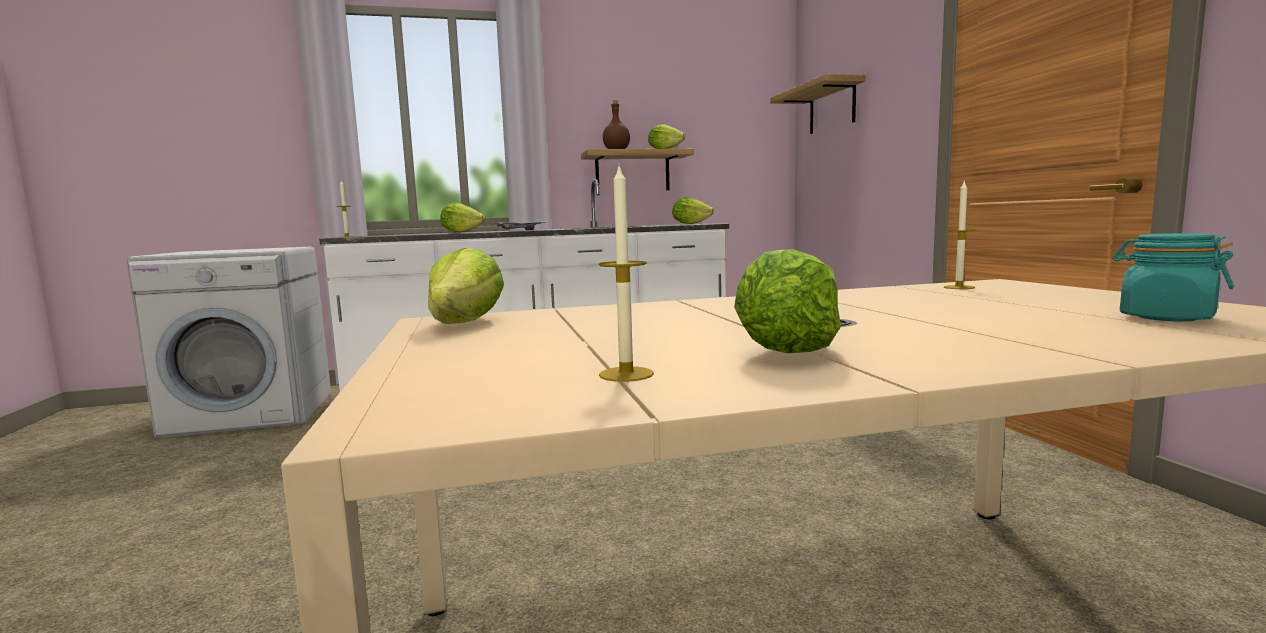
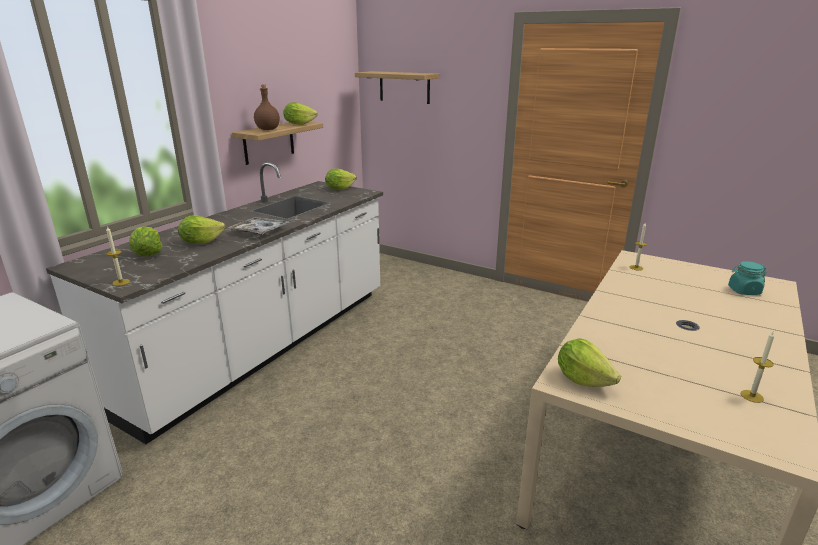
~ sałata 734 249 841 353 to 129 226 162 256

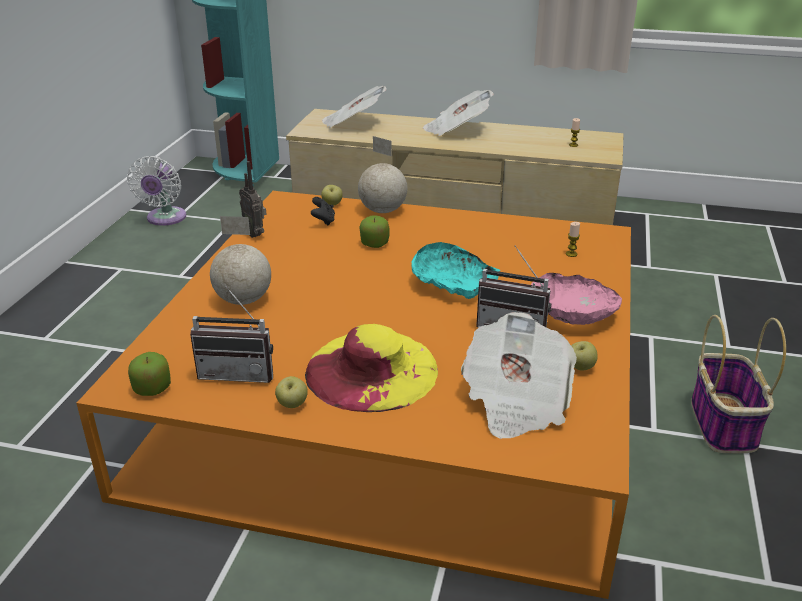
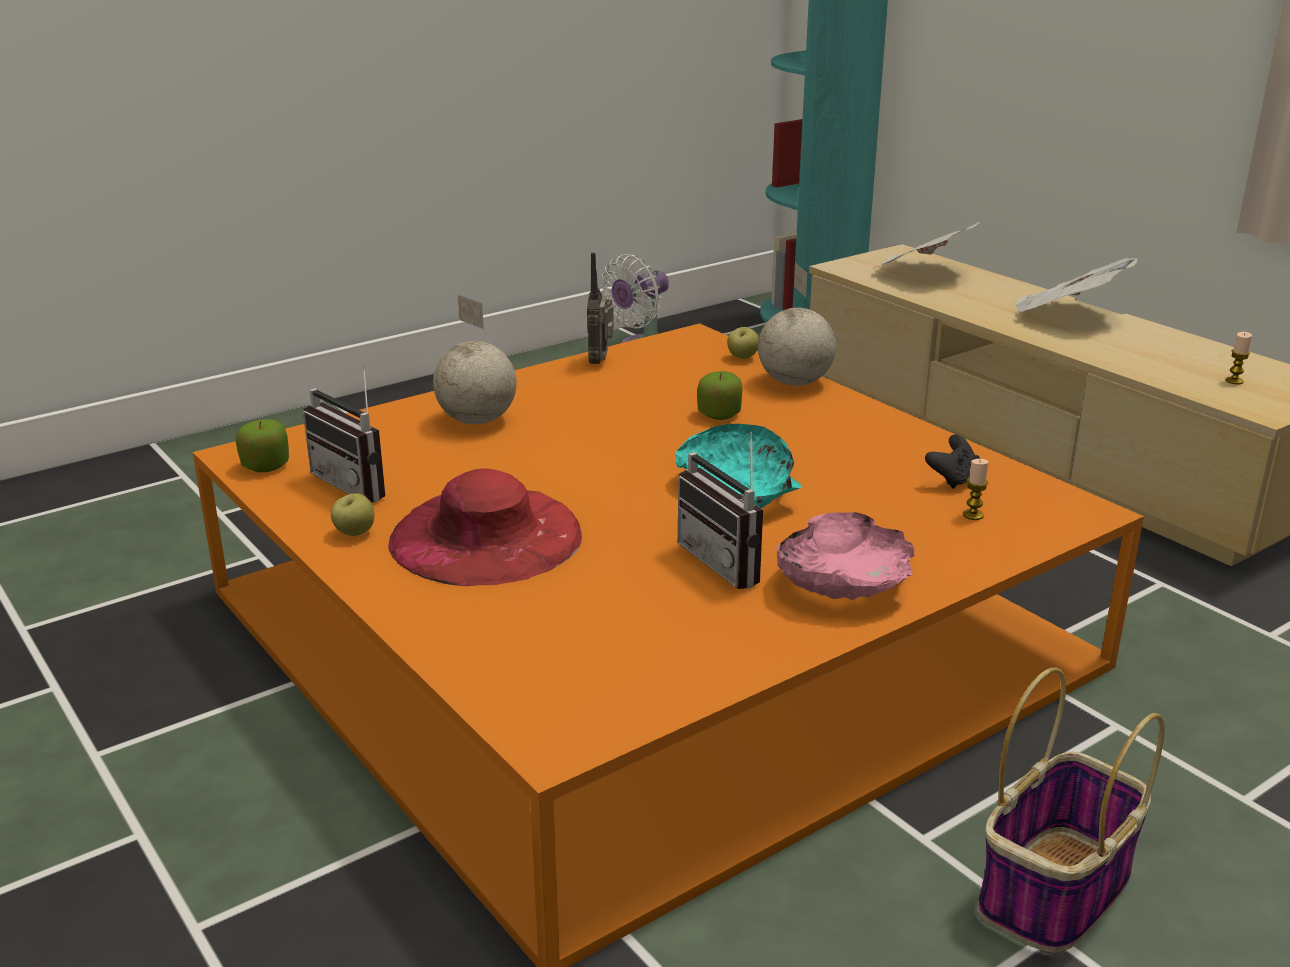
- gazeta 461 312 577 439
- jabłko 571 341 598 371
~ pad do gier/czarny 311 197 335 226 to 925 435 980 489
~ kapelusz/żółty 305 324 438 412 to kapelusz/czerwony 388 469 582 586

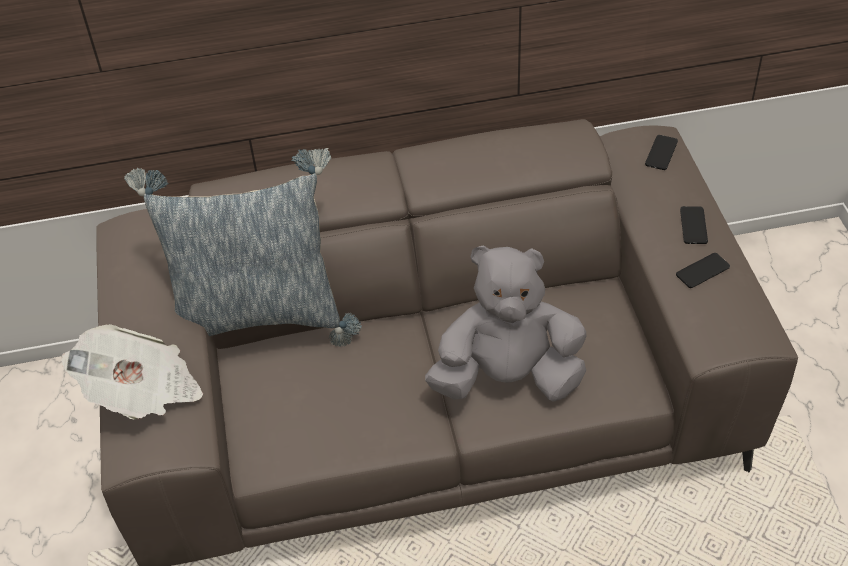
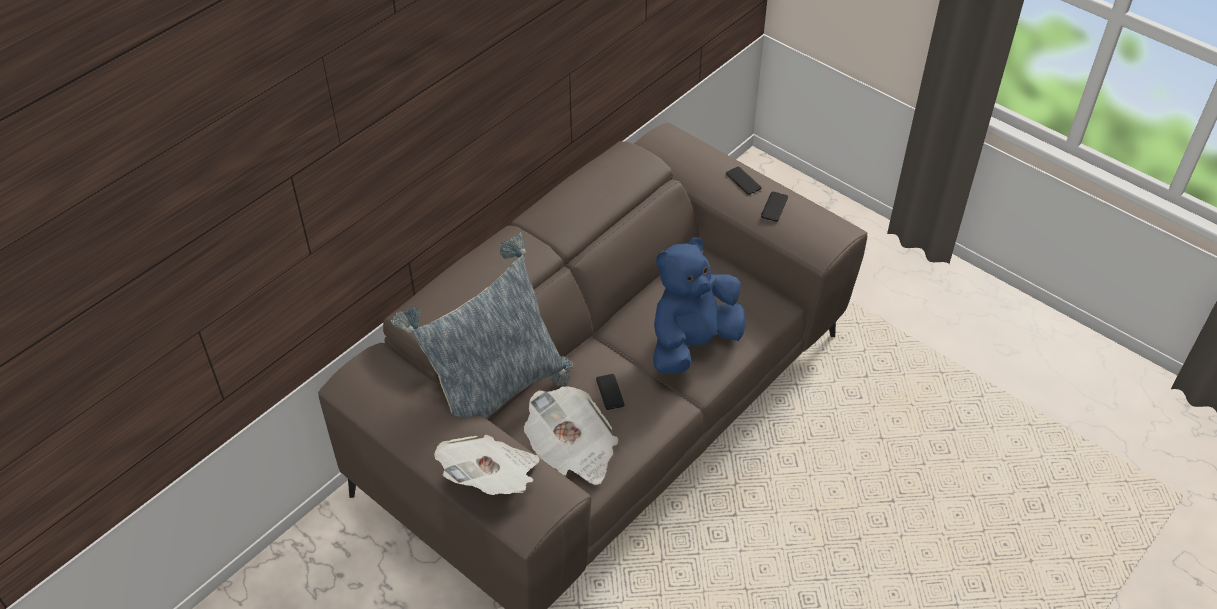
+ gazeta 524 386 619 485
~ telefon 645 135 678 170 to 596 374 624 410
~ pluszak/szary 425 245 586 402 to pluszak/niebieski 653 237 746 374

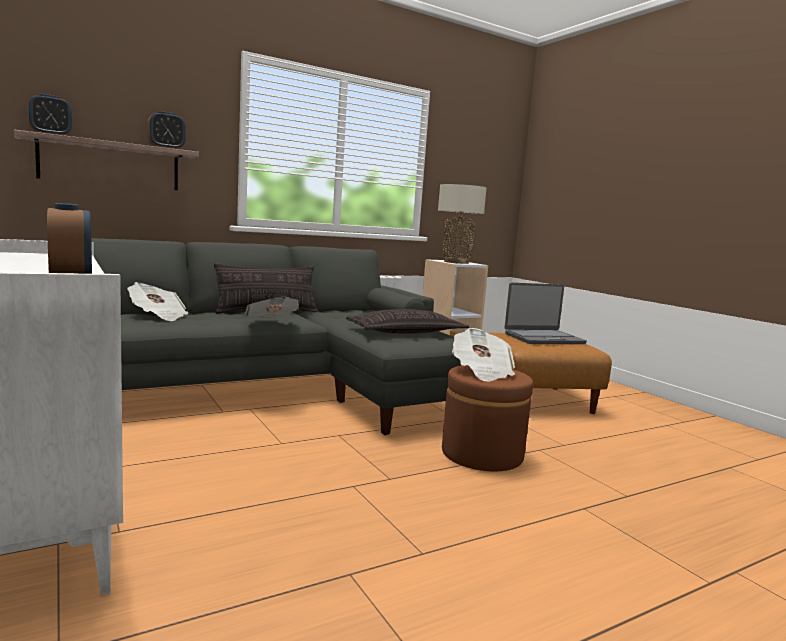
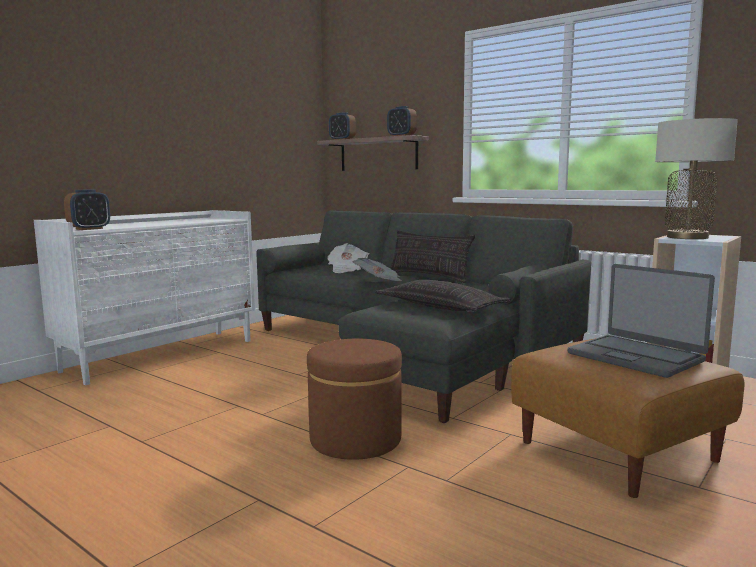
- gazeta 452 328 515 381

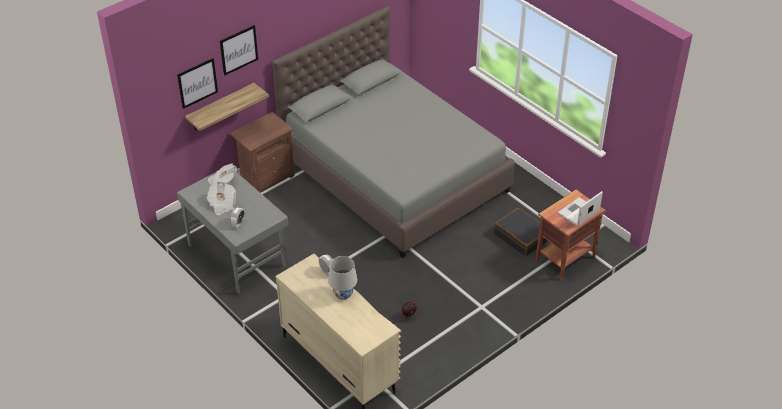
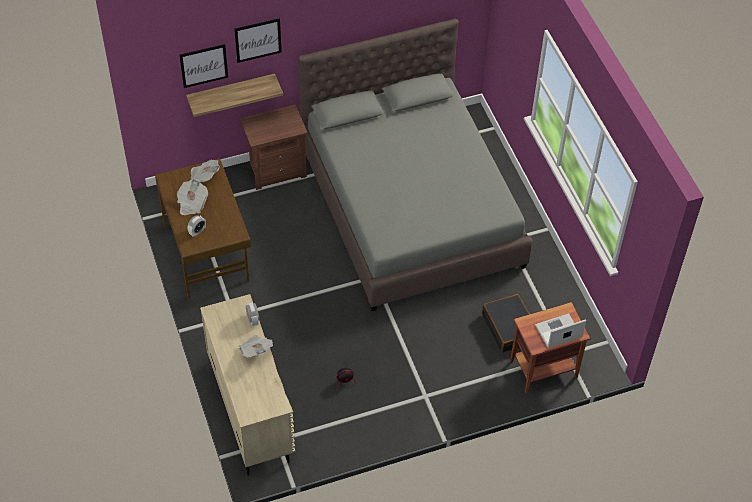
~ lampa stołowa/biały 328 256 357 300 to gazeta 239 335 273 357
~ biurko/szary 177 171 289 294 to biurko/brązowy 155 158 251 299

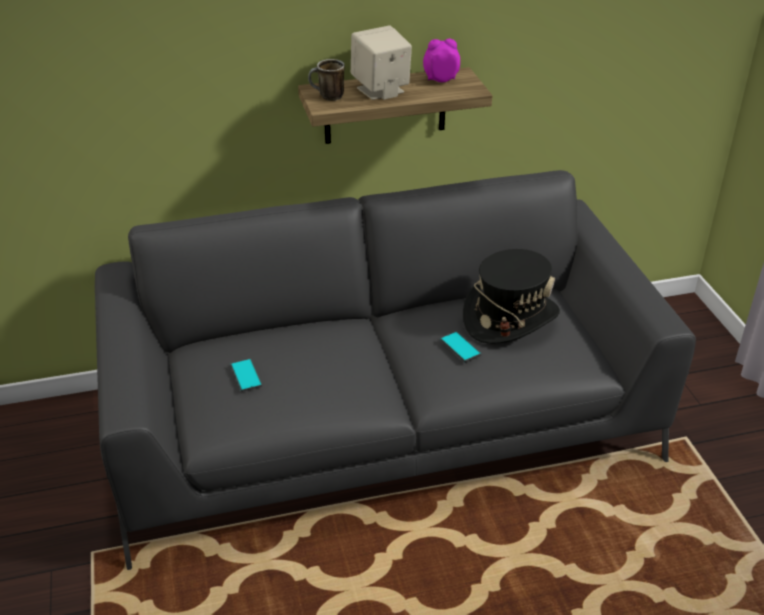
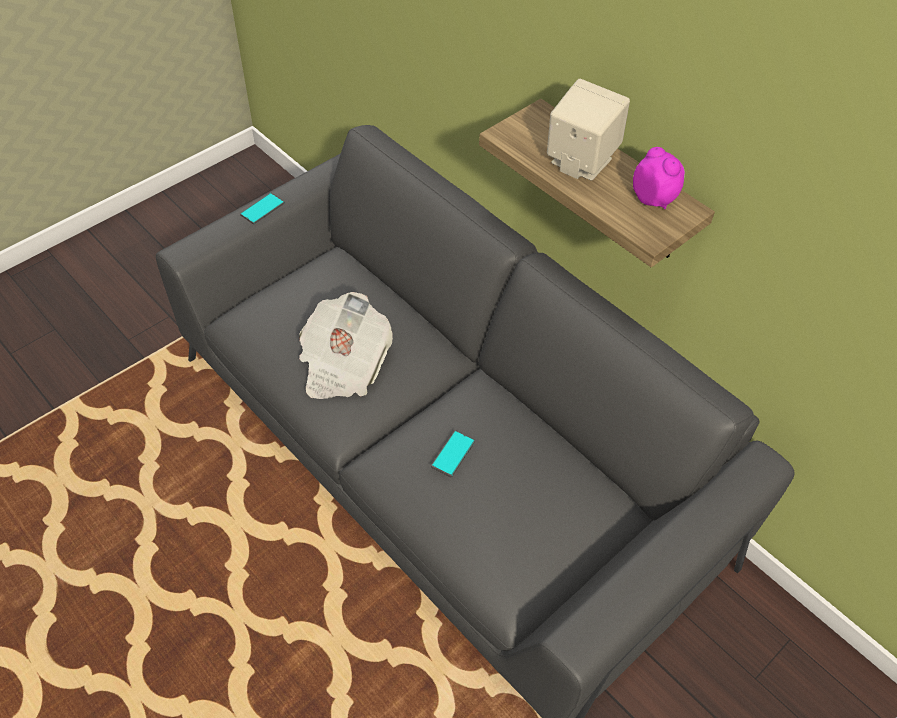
- kubek 308 59 345 101
- kapelusz/czarny 463 249 560 344
+ gazeta 299 292 393 399
~ telefon 230 358 262 392 to 240 192 285 224

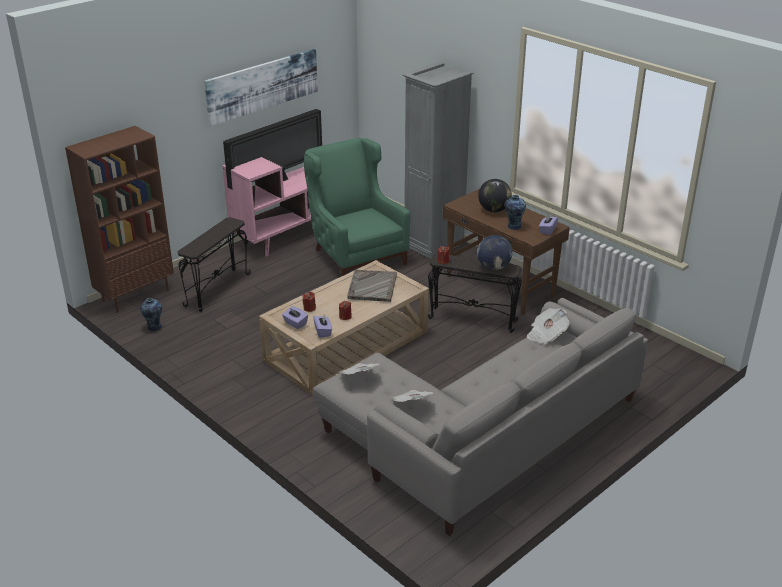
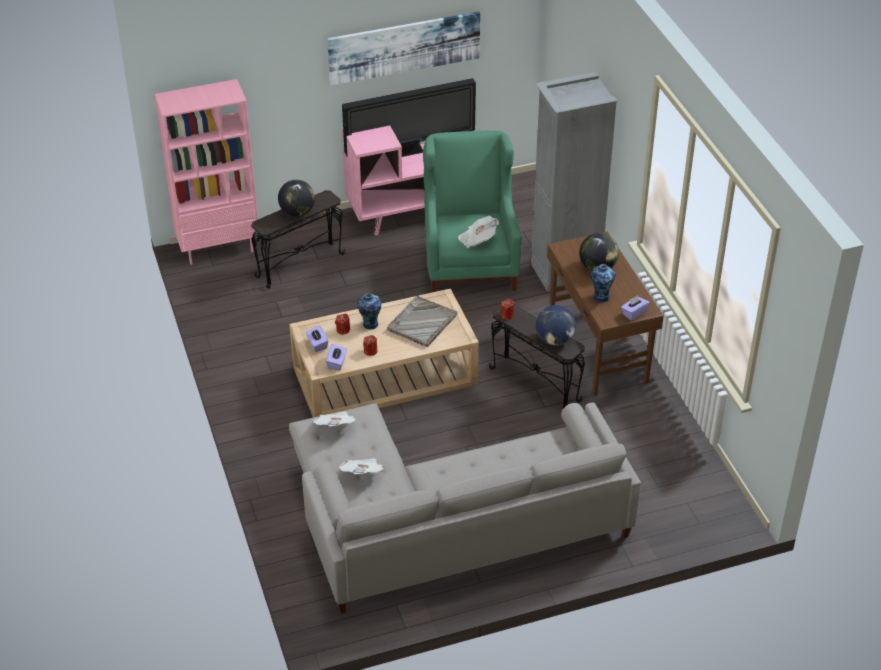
+ globus 278 180 315 217
~ wazon 140 298 162 331 to 357 293 381 330
~ gazeta 527 308 570 345 to 458 216 499 248
~ regał/brązowy 65 126 174 313 to regał/różowy 154 79 258 265

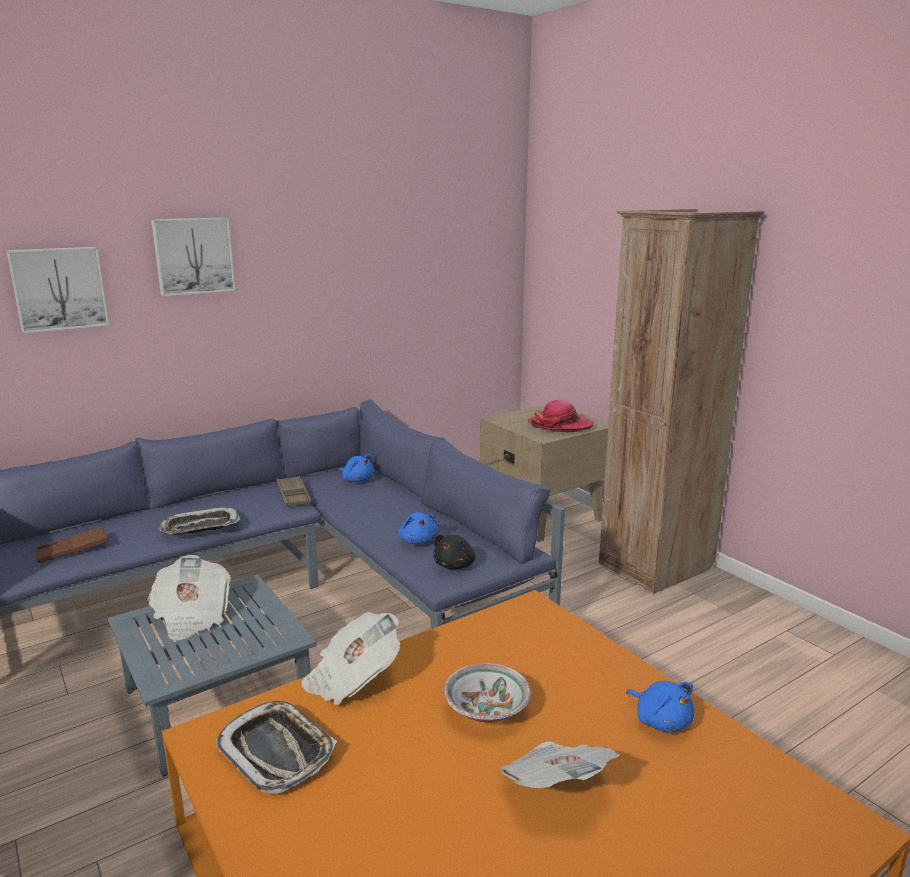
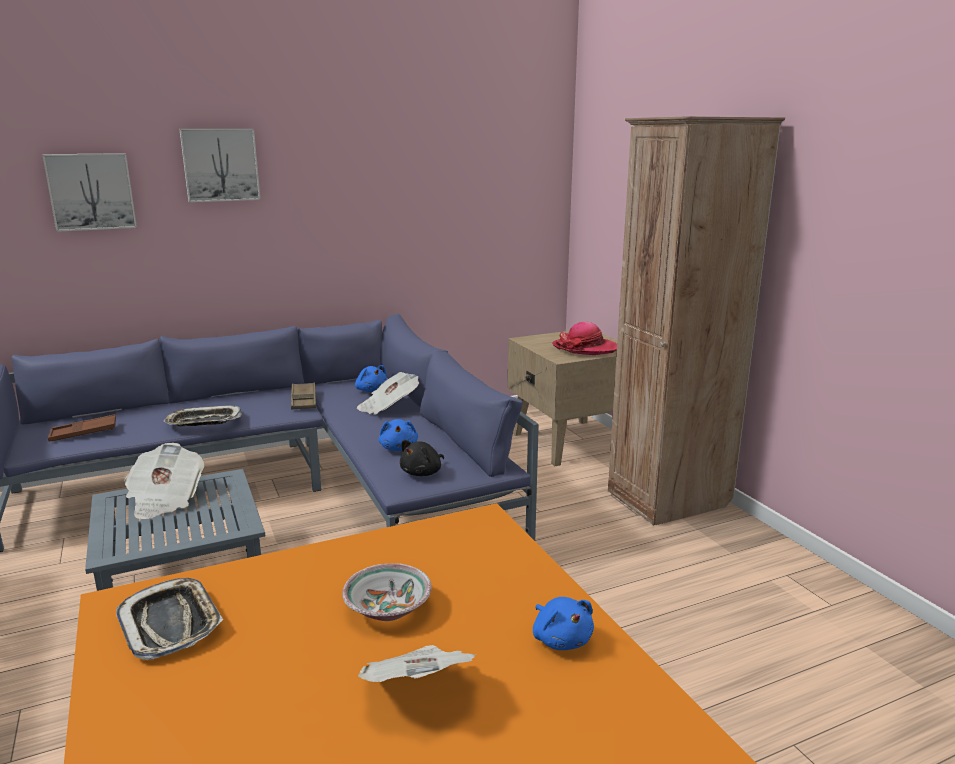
~ gazeta 302 612 400 705 to 357 372 419 415

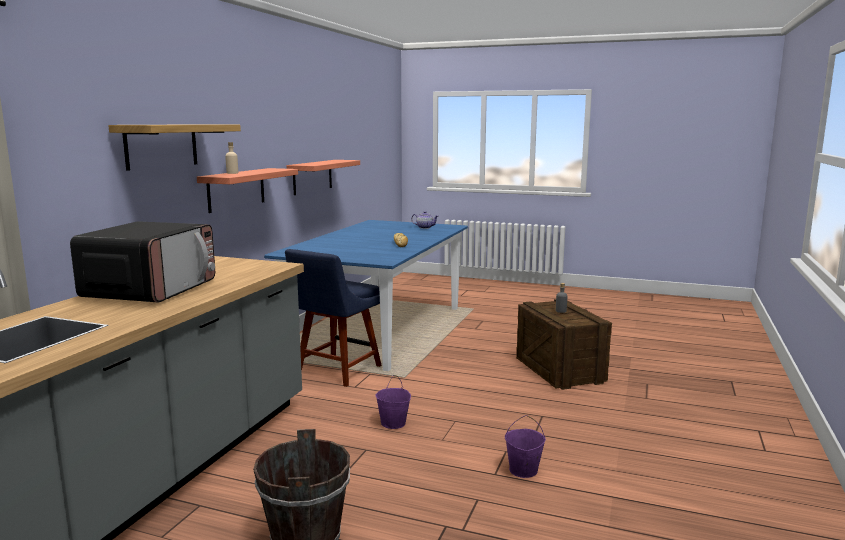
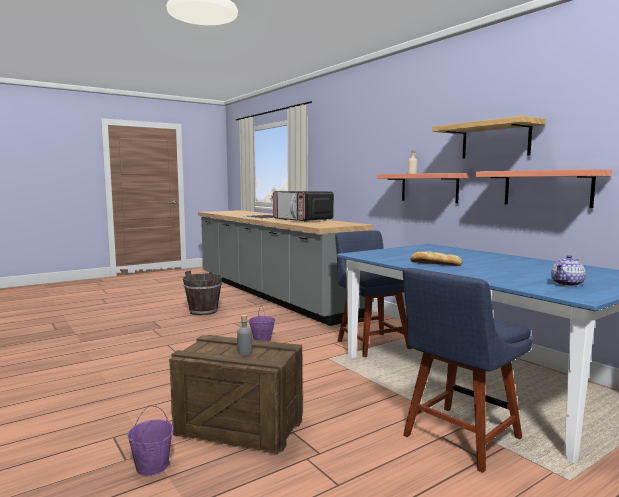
+ krzesło/niebieski 403 268 532 473
~ półka 108 124 241 171 to 432 116 545 159
~ wiadro/fioletowy 505 415 546 478 to 127 405 173 476

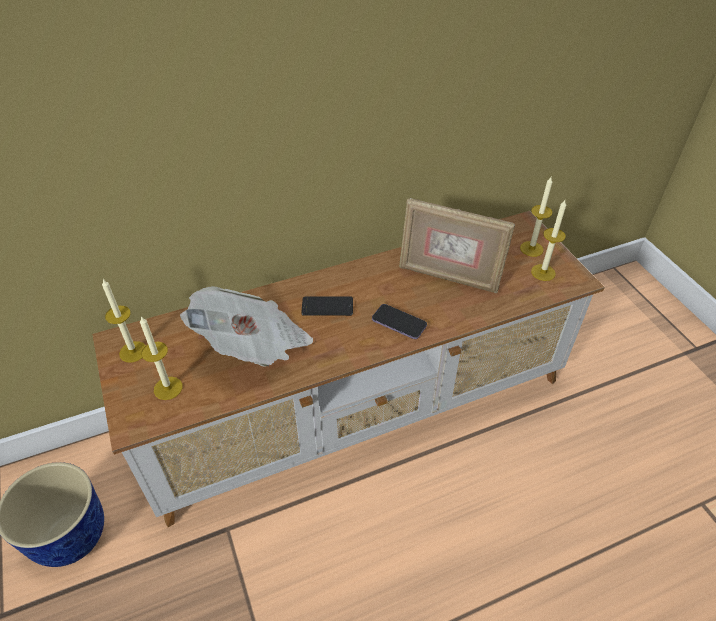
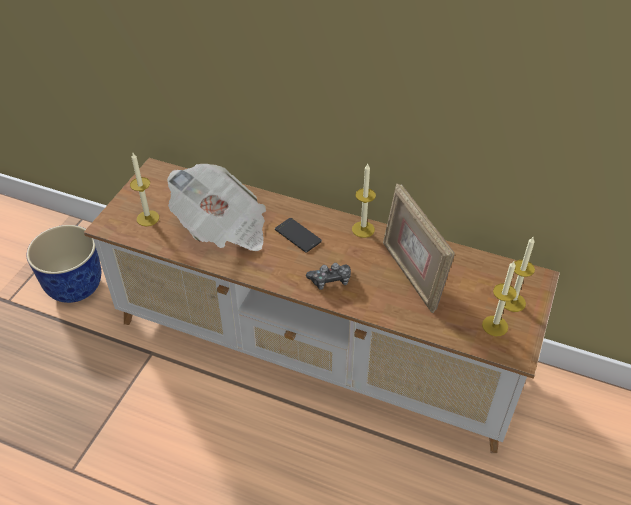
~ świeca 102 279 146 362 to 352 164 376 238
~ telefon 372 304 427 339 to pad do gier 306 263 351 290

